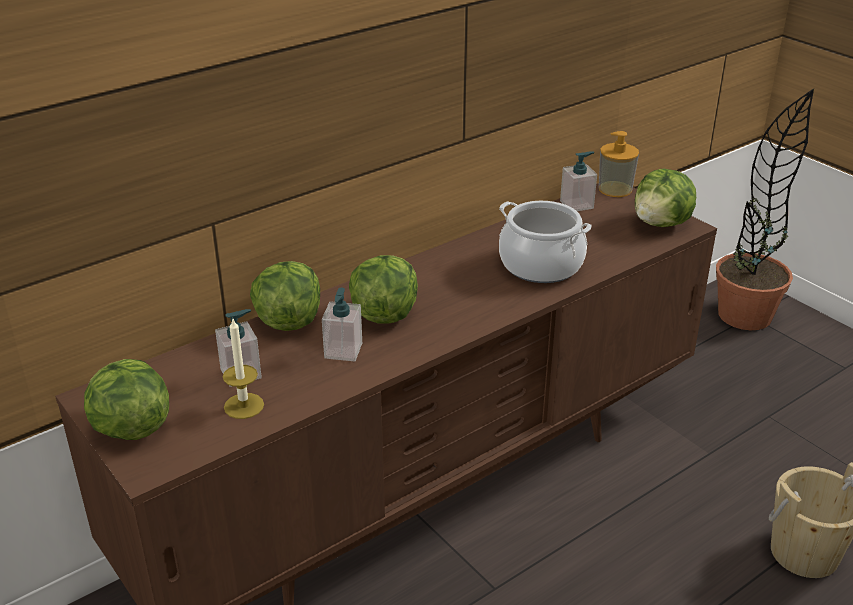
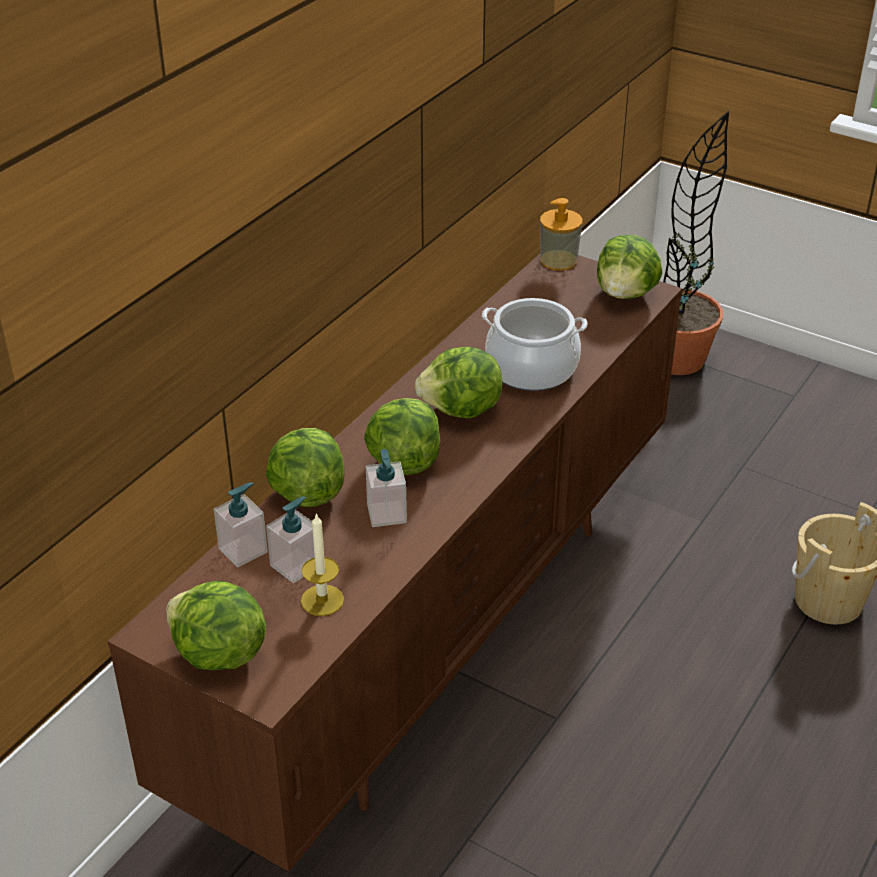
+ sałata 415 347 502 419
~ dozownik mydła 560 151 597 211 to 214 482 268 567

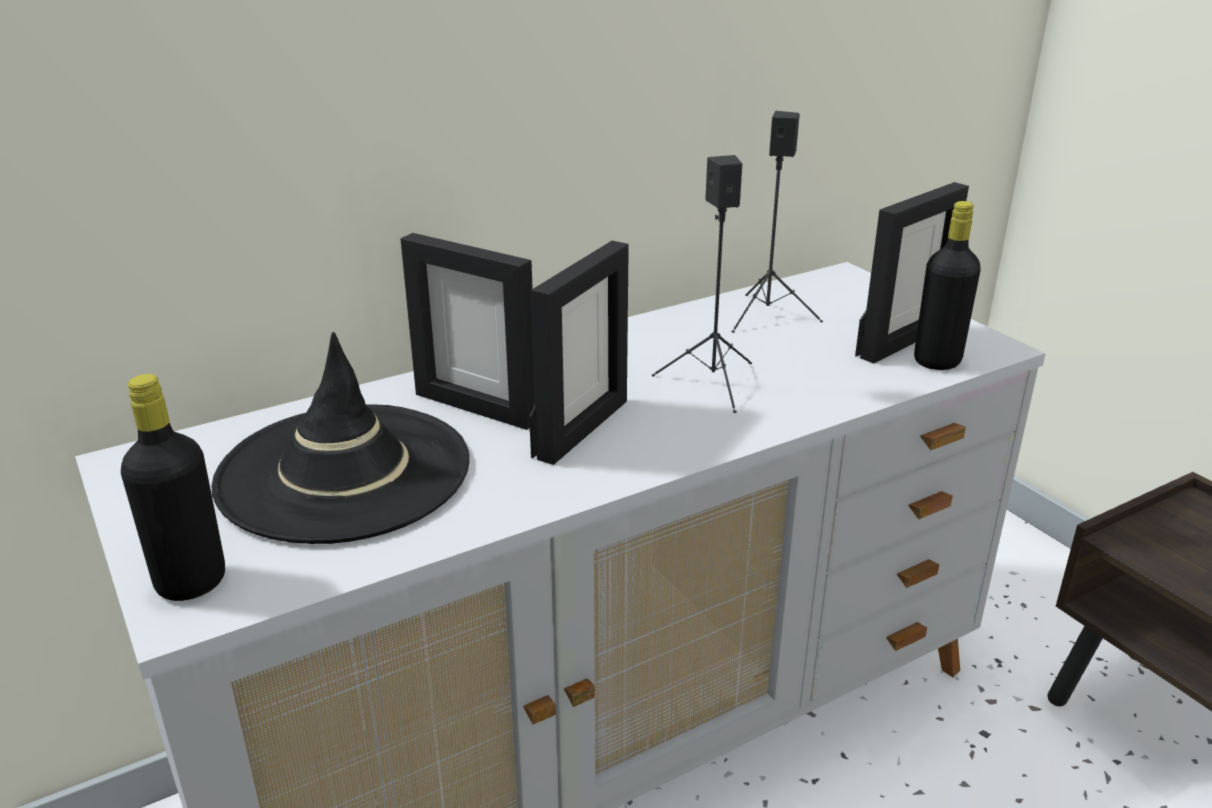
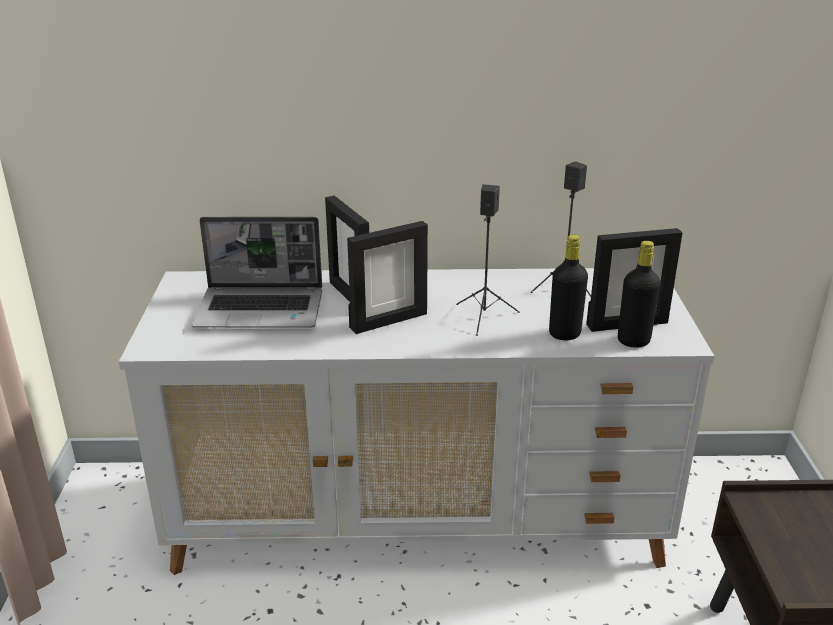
~ butelka/czarny 121 374 225 601 to 549 235 588 340
~ kapelusz/czarny 211 332 470 544 to laptop 191 217 322 328

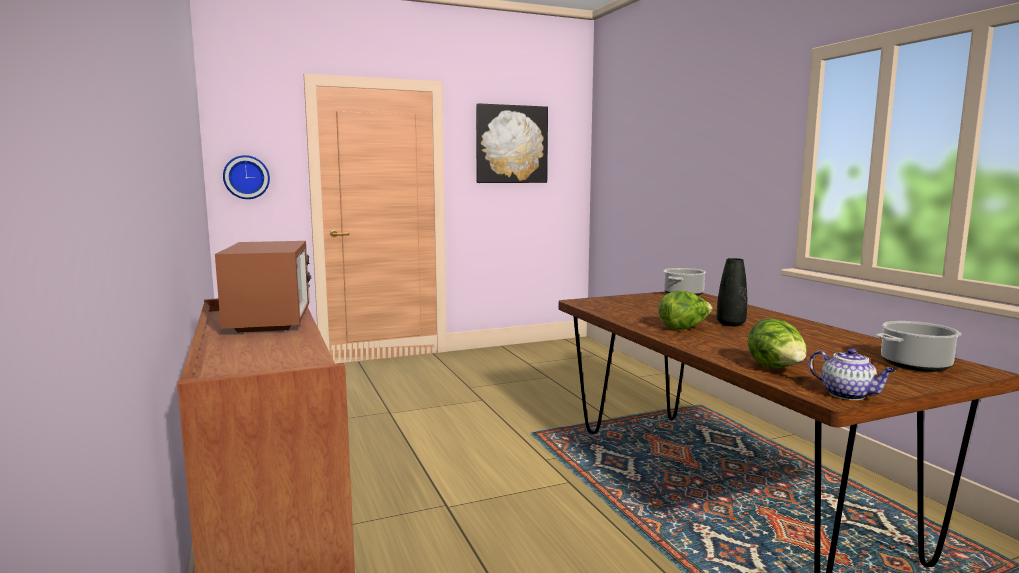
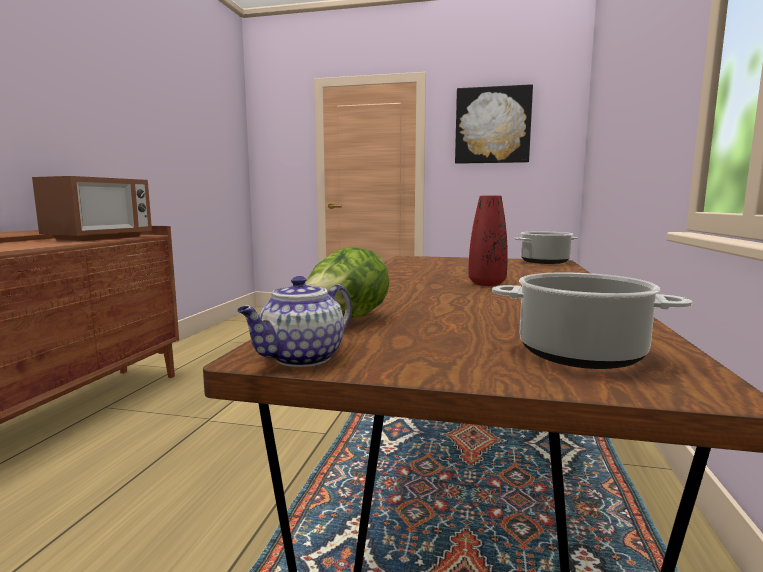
- zegar ścienny 223 155 270 199
- sałata 658 291 712 330
~ wazon/czarny 717 258 747 326 to wazon/czerwony 469 195 508 286
~ imbryk 809 348 896 400 = 237 276 352 367 45 degrees clockwise

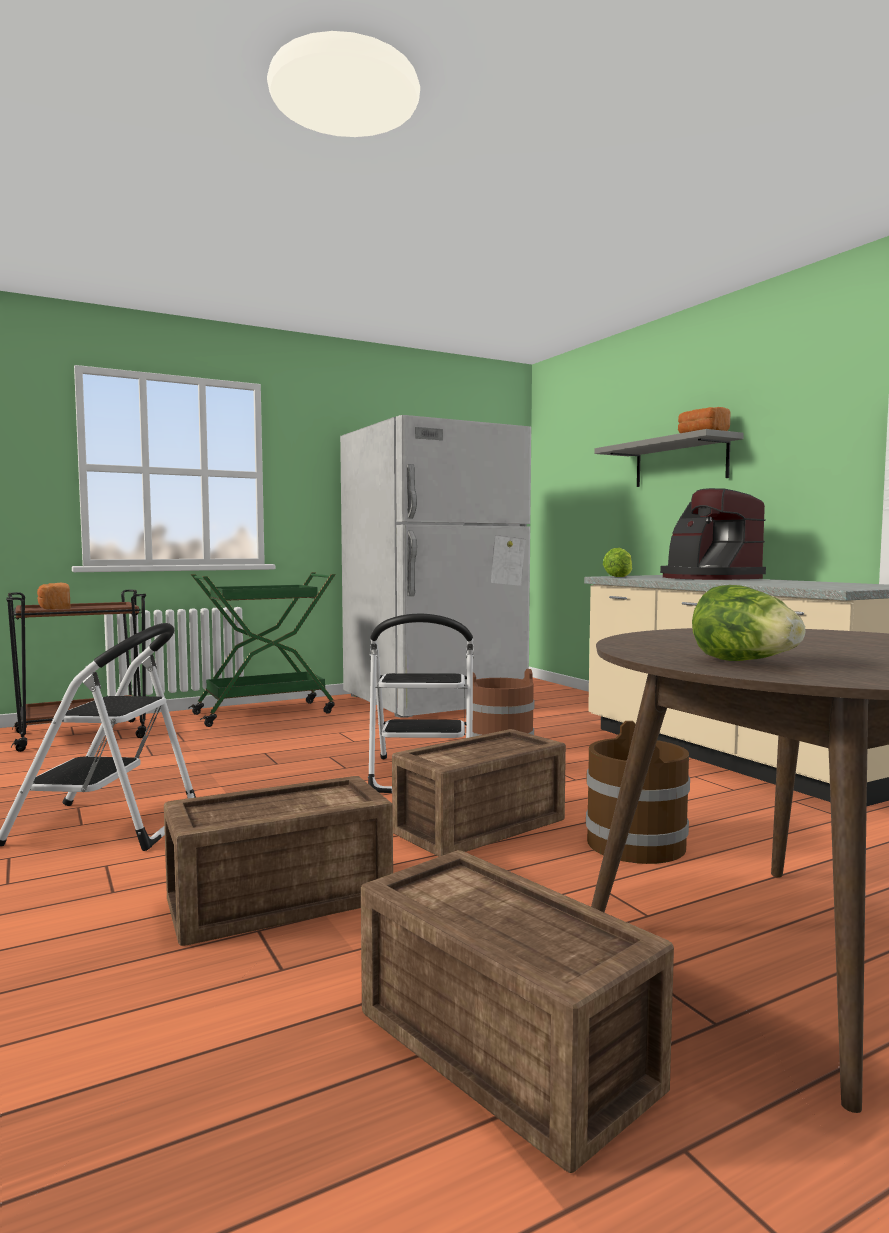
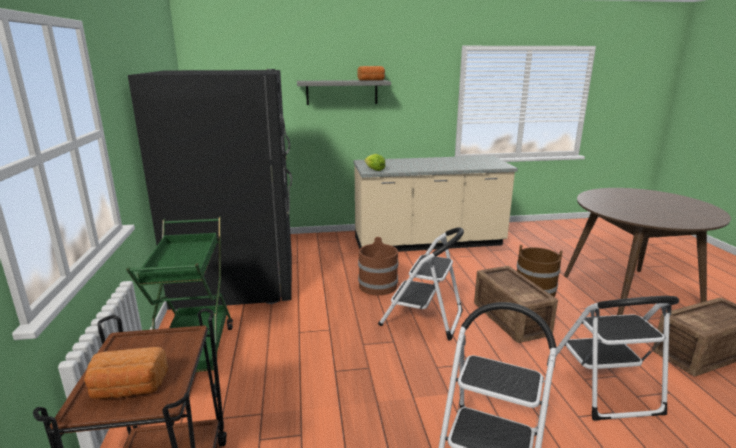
- ekspres do kawy 660 488 766 580
- sałata 692 585 806 661
~ skrzynka 164 776 393 946 to drabinka 556 296 679 420
~ lodówka/biały 340 415 531 718 to lodówka/czarny 128 69 292 311

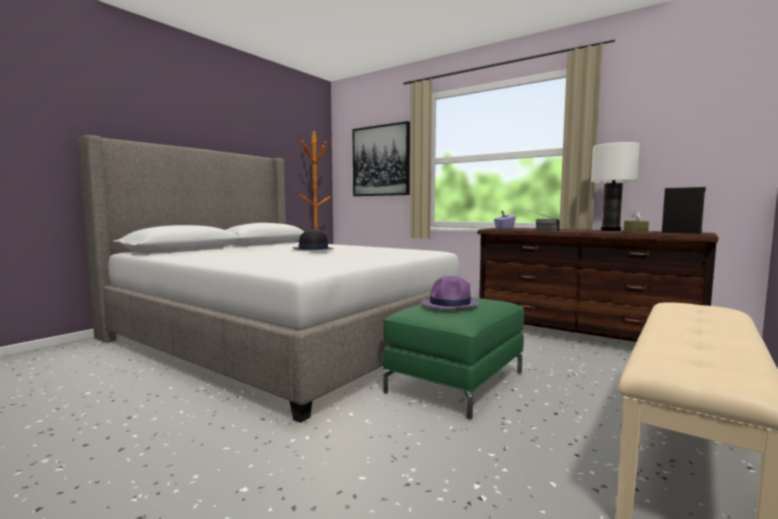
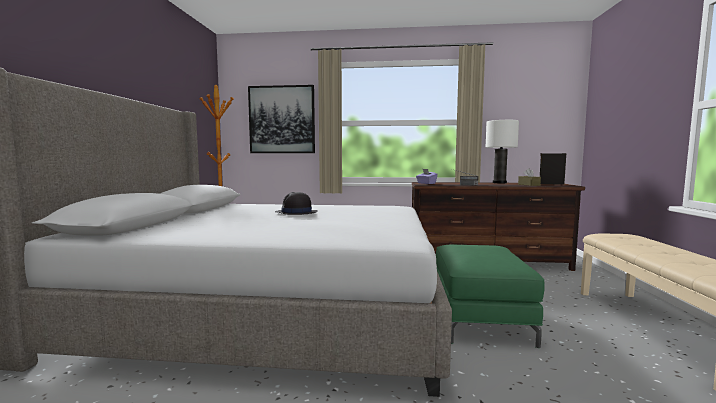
- kapelusz/fioletowy 422 276 479 309

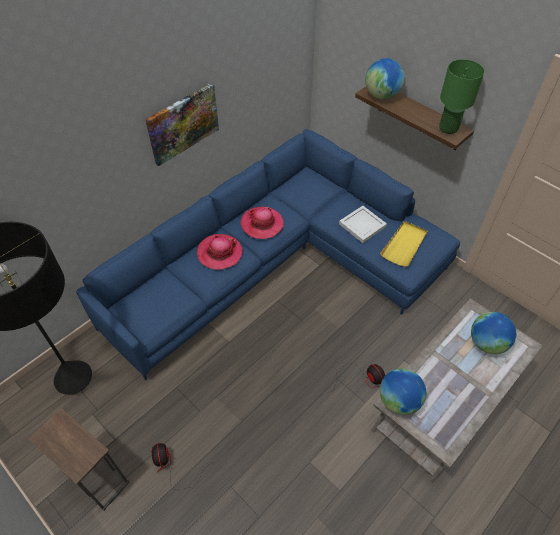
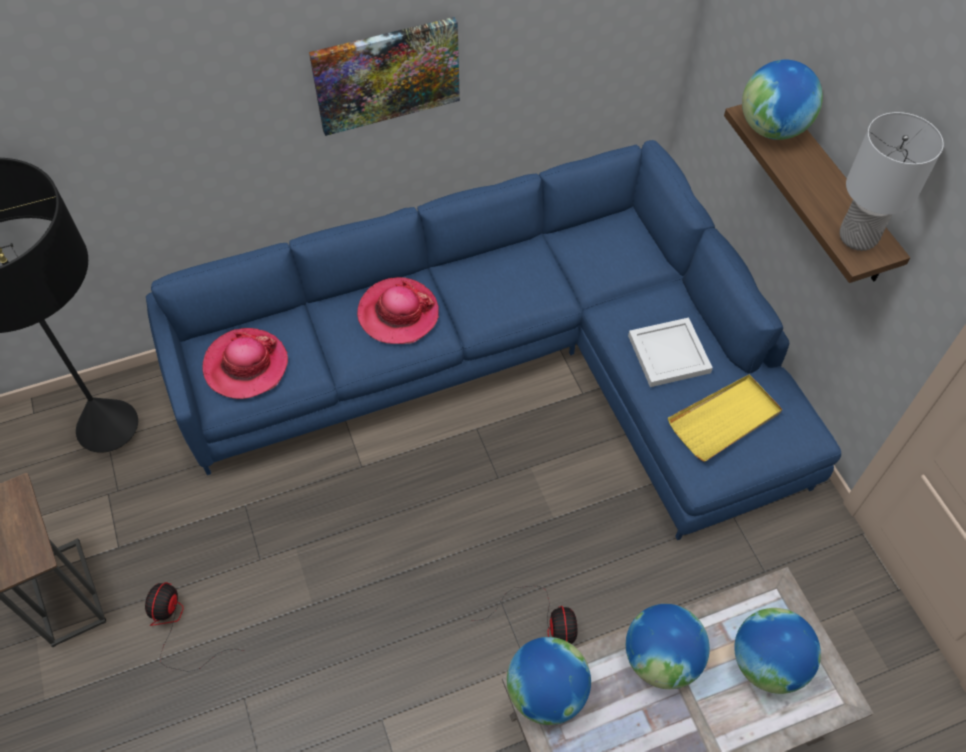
+ globus 626 604 710 689
~ kapelusz 241 207 284 239 to 202 328 288 399
~ lampa stołowa/zielony 439 59 485 134 to lampa stołowa/szary 840 112 944 251

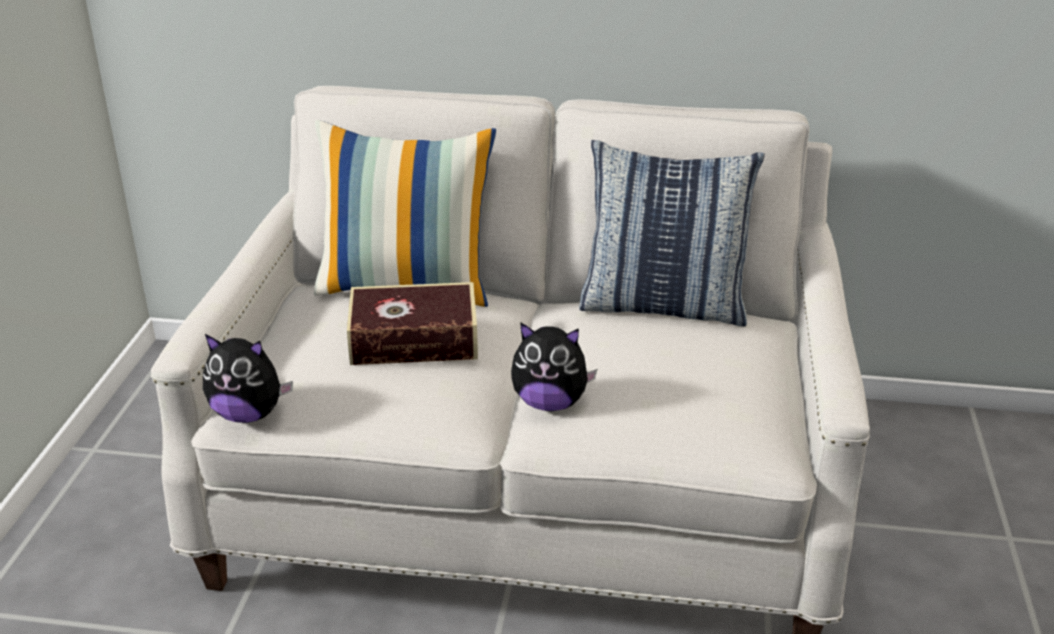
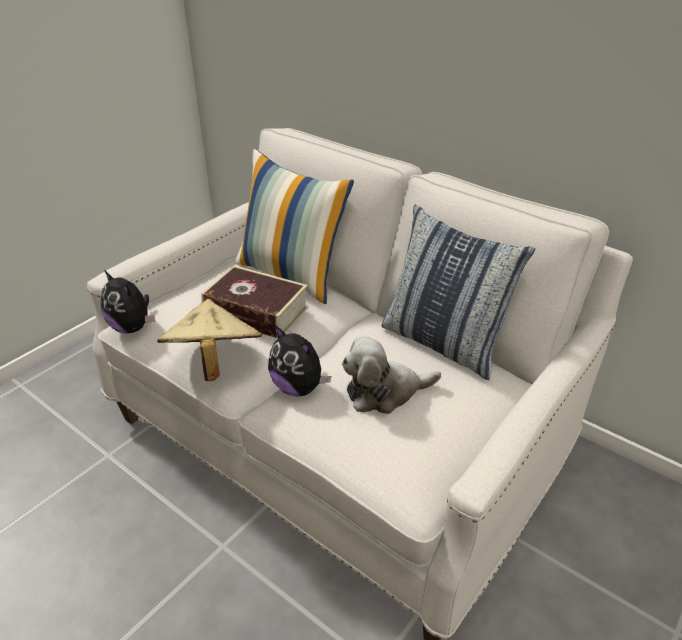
+ kapelusz/beżowy 157 299 262 381
+ pluszak 342 336 441 414

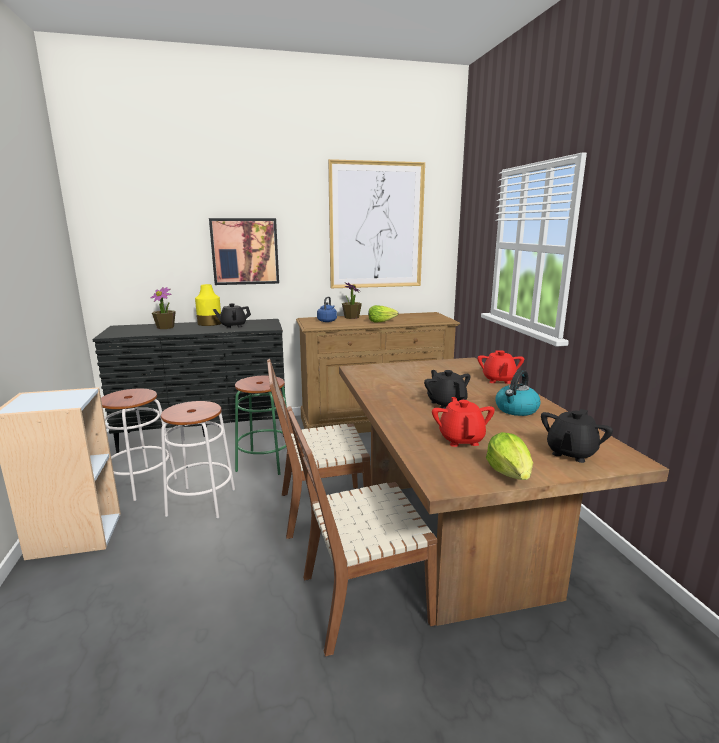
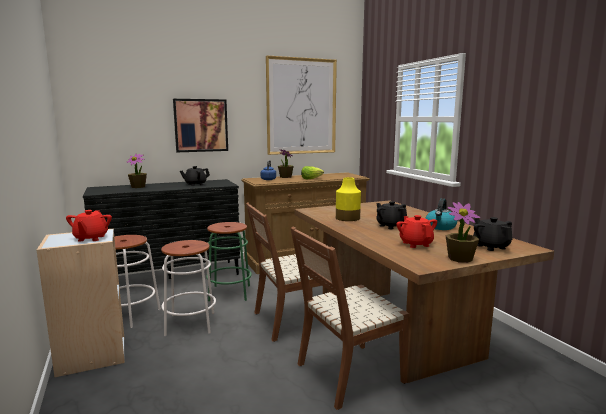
~ wazon/żółty 195 284 222 326 to 336 177 361 221
~ imbryk/czerwony 477 350 524 384 to 66 210 112 242
~ sałata 486 432 533 480 to roślina doniczkowa 445 202 480 263
~ imbryk/czarny 541 409 613 463 = 473 217 513 251 135 degrees clockwise

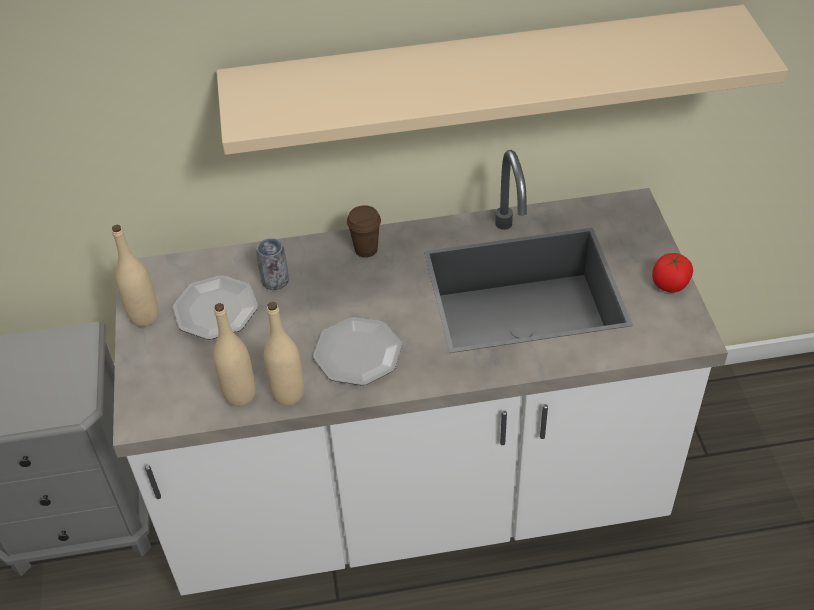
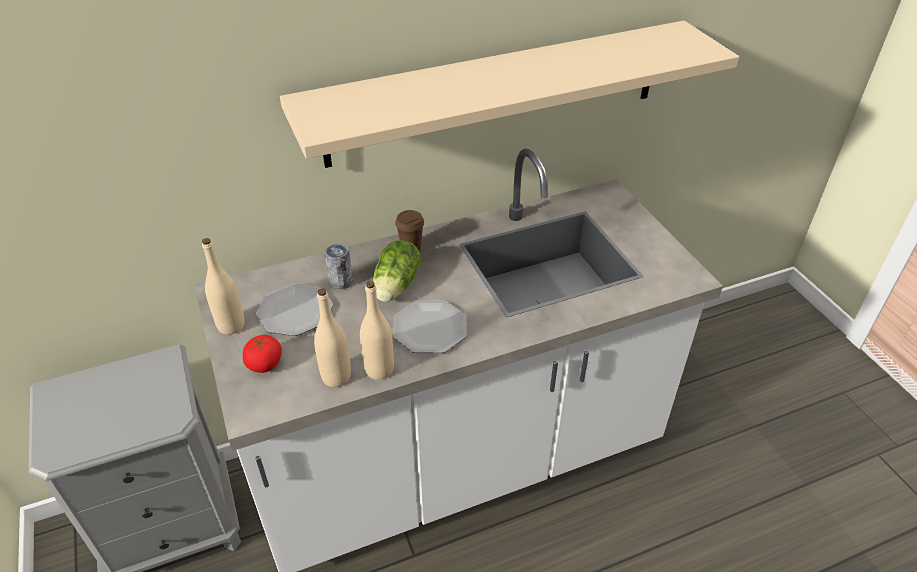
+ sałata 373 240 421 302
~ pomidor 652 253 693 293 to 243 335 282 373

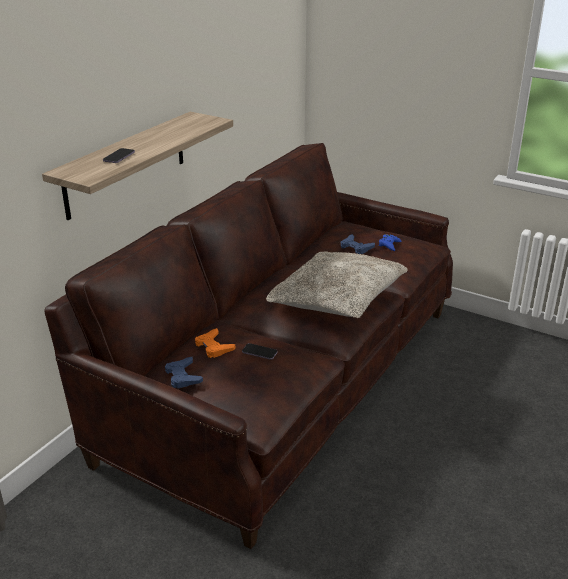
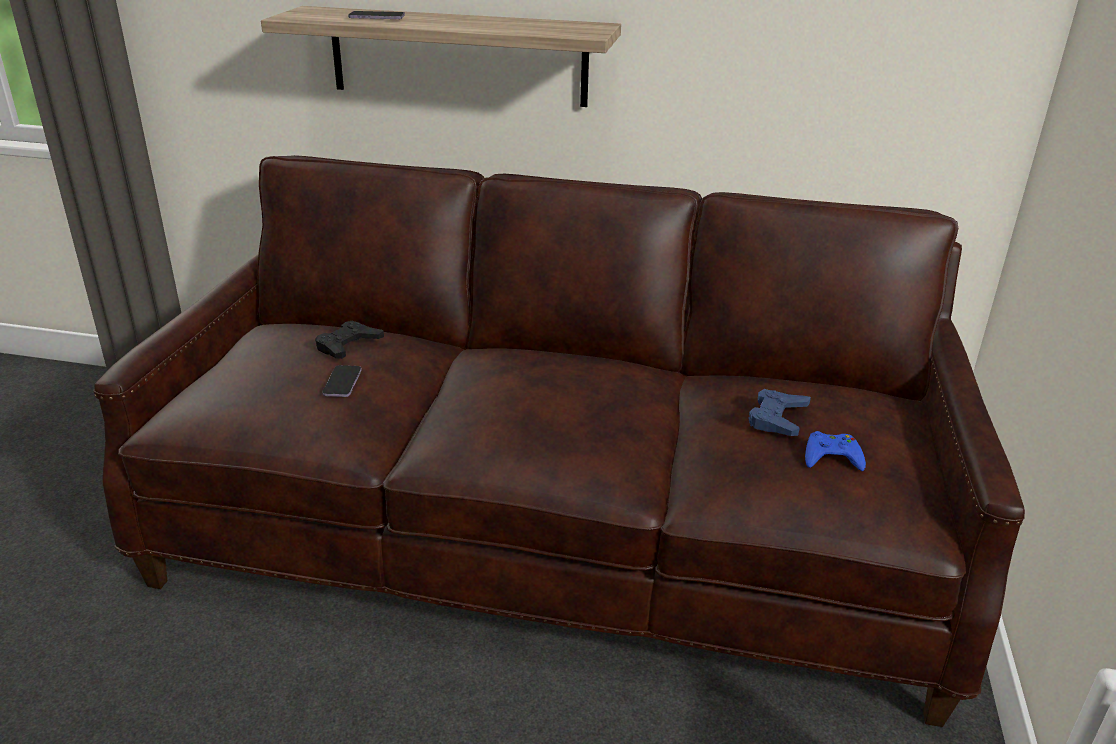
- pad do gier/niebieski 165 357 203 388
- poduszka/beżowy 266 252 408 318
~ pad do gier/pomarańczowy 195 328 235 358 to pad do gier/czarny 315 320 384 359

